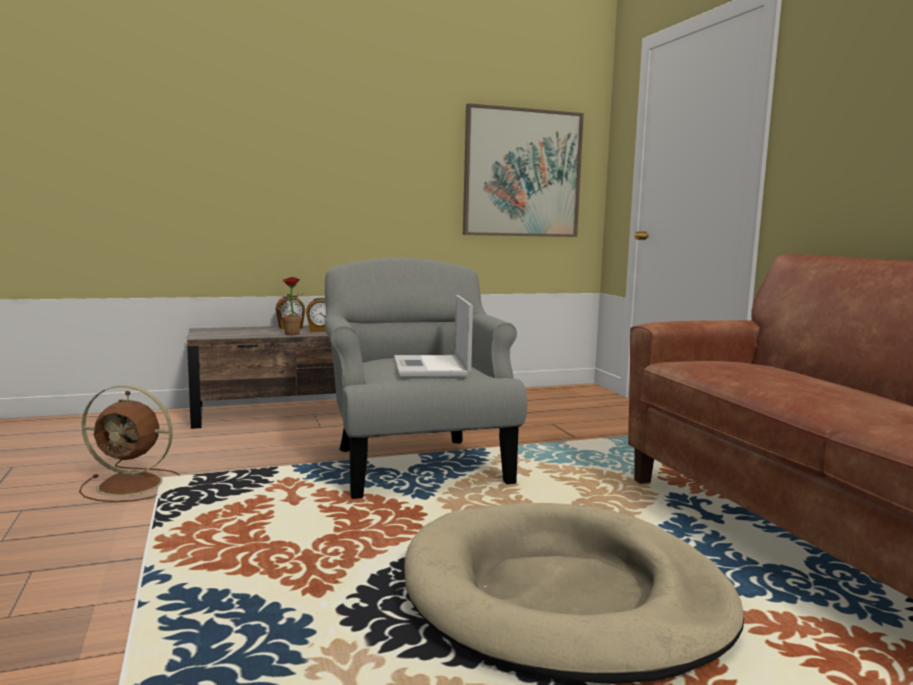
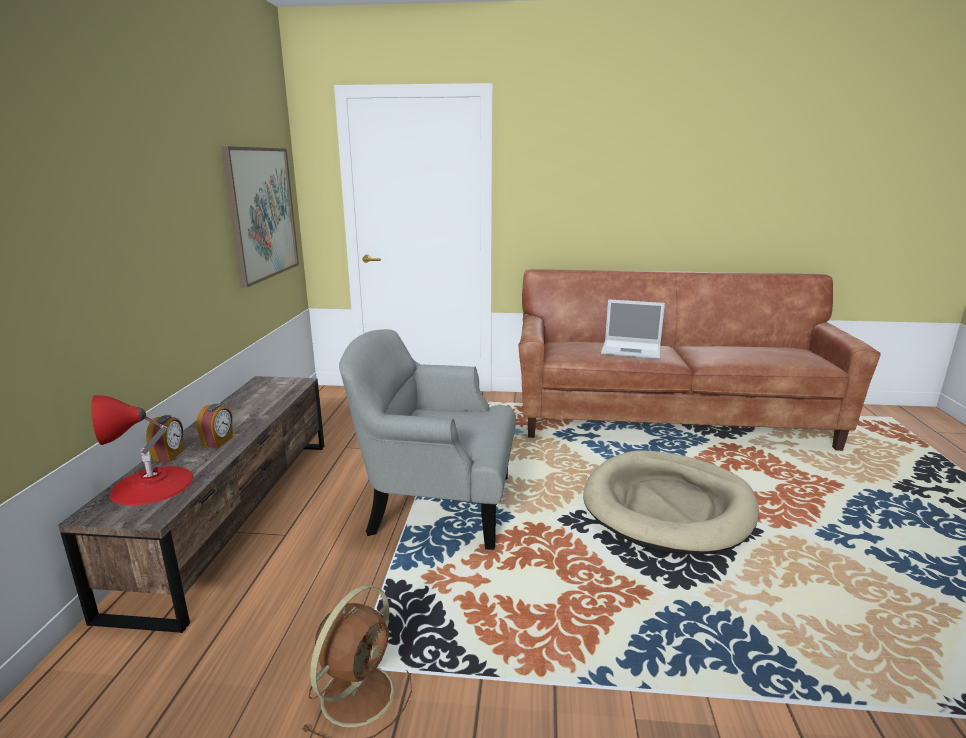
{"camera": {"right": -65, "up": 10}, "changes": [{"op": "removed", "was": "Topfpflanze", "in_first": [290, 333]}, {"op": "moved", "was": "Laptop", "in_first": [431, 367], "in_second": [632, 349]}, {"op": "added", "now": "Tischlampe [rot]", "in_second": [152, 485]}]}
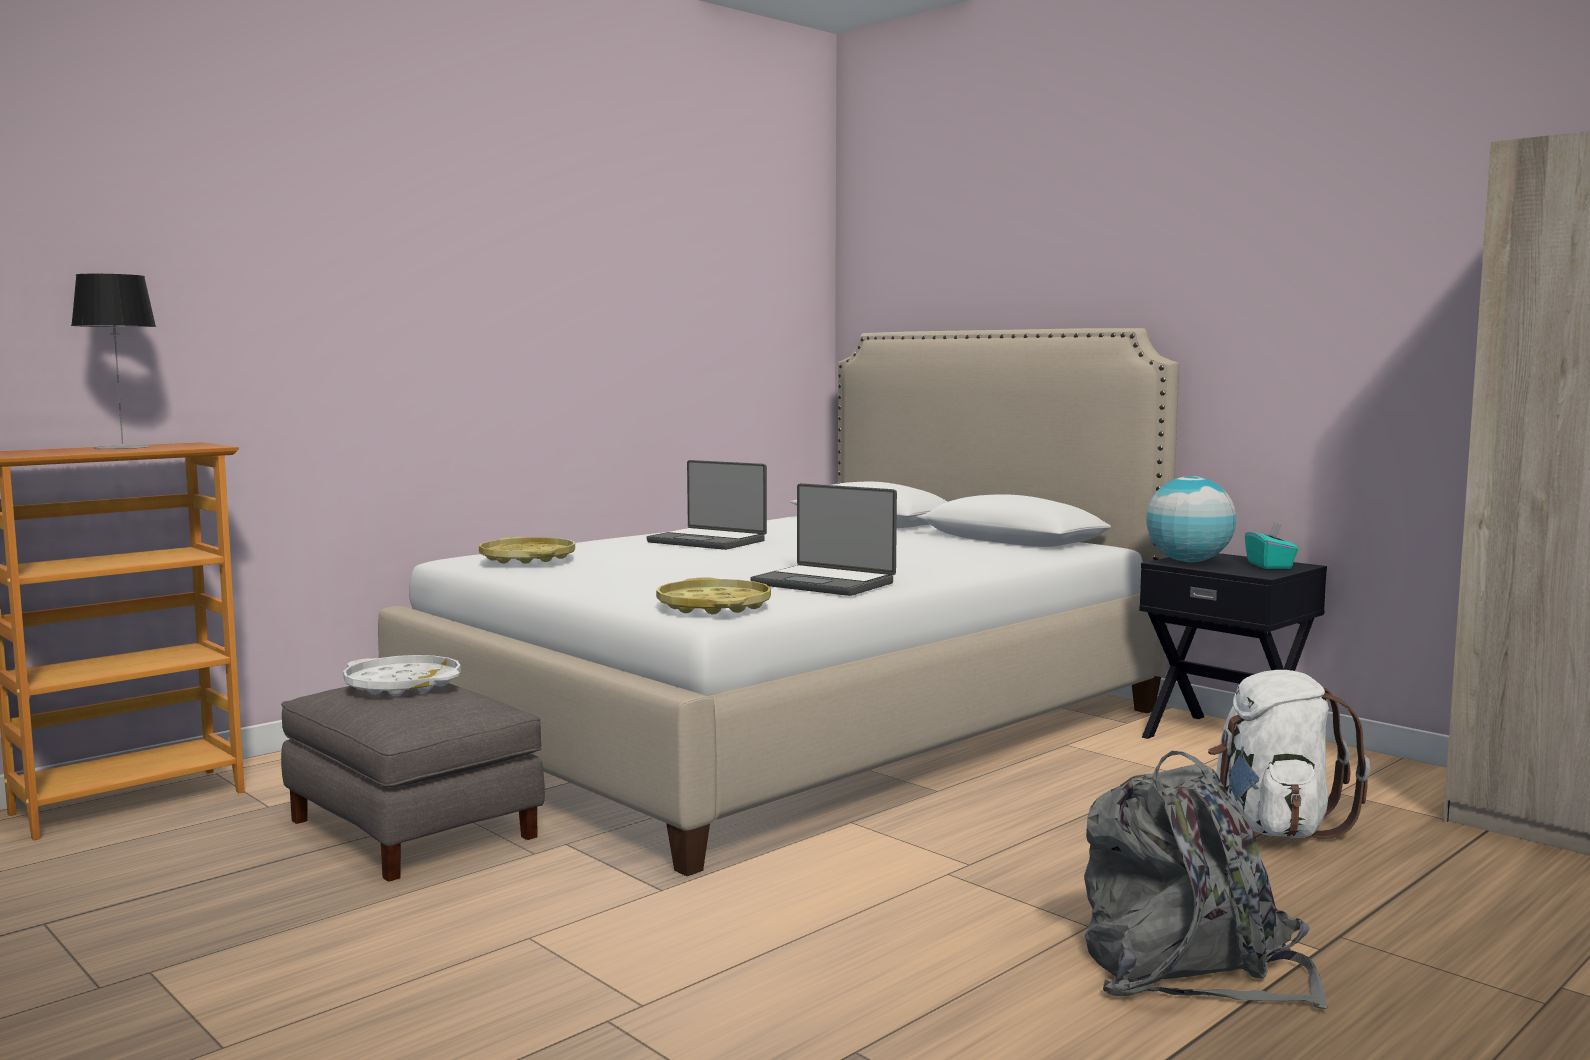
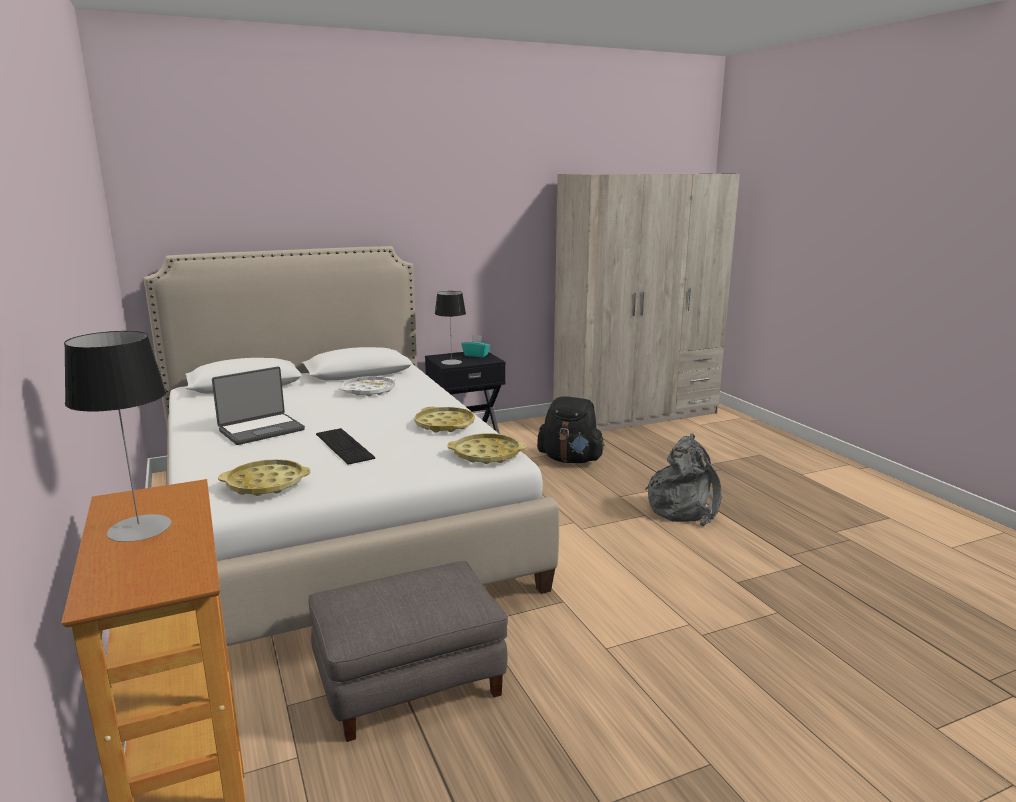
{"camera": {"right": -70, "up": 10}, "changes": [{"op": "moved", "was": "Tablett [weiß]", "in_first": [403, 685], "in_second": [368, 391]}, {"op": "replaced", "was": "Laptop", "now": "Tablett [gelb]", "in_first": [825, 583], "in_second": [444, 425]}, {"op": "replaced", "was": "Globus", "now": "Tischlampe", "in_first": [1189, 561], "in_second": [451, 362]}, {"op": "recoloured", "was": "Rucksack [weiß]", "now": "Rucksack [schwarz]", "in_first": [1274, 827], "in_second": [570, 460]}, {"op": "added", "now": "Tastatur", "in_second": [344, 446]}]}
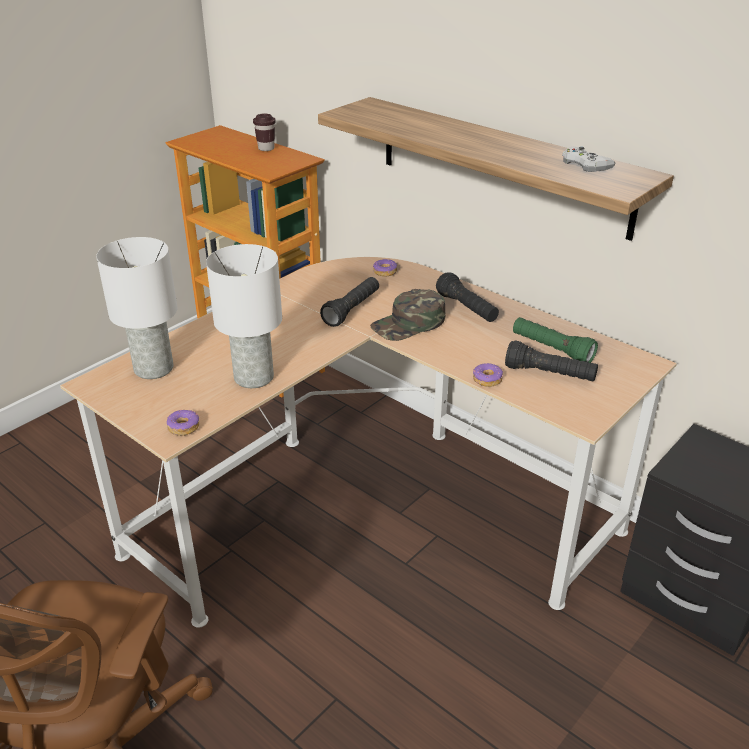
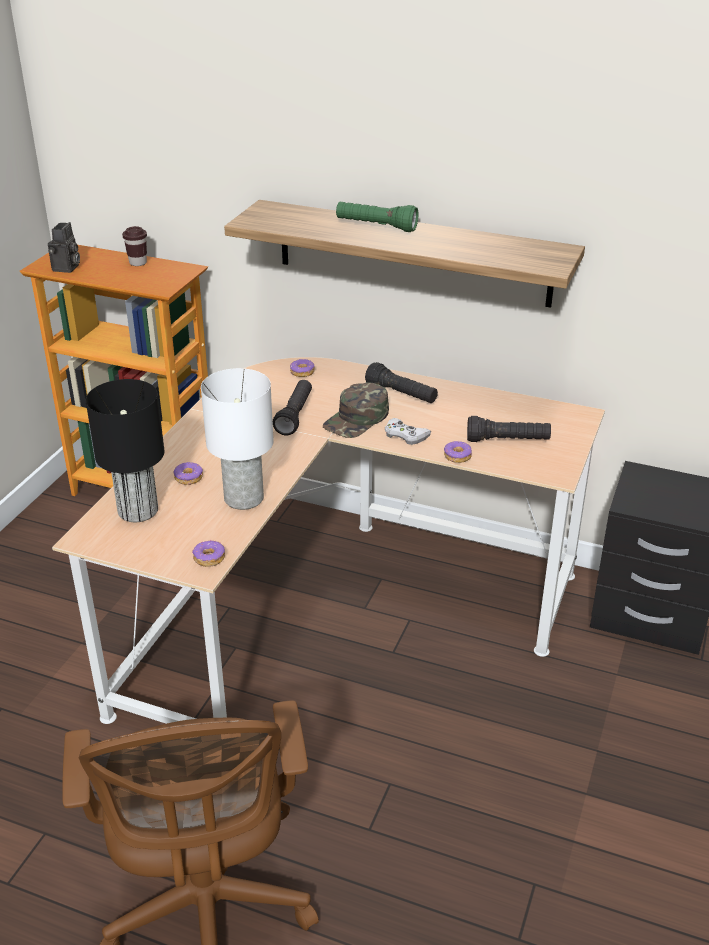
{"camera": {"right": -20, "up": 0}, "changes": [{"op": "recoloured", "was": "Tischlampe [weiß]", "now": "Tischlampe [schwarz]", "in_first": [152, 368], "in_second": [137, 511]}, {"op": "moved", "was": "Taschenlampe [grün]", "in_first": [551, 350], "in_second": [376, 226]}, {"op": "moved", "was": "Gamepad [weiß]", "in_first": [585, 164], "in_second": [405, 435]}, {"op": "added", "now": "Kamera", "in_second": [66, 268]}, {"op": "added", "now": "Donut", "in_second": [189, 478]}]}
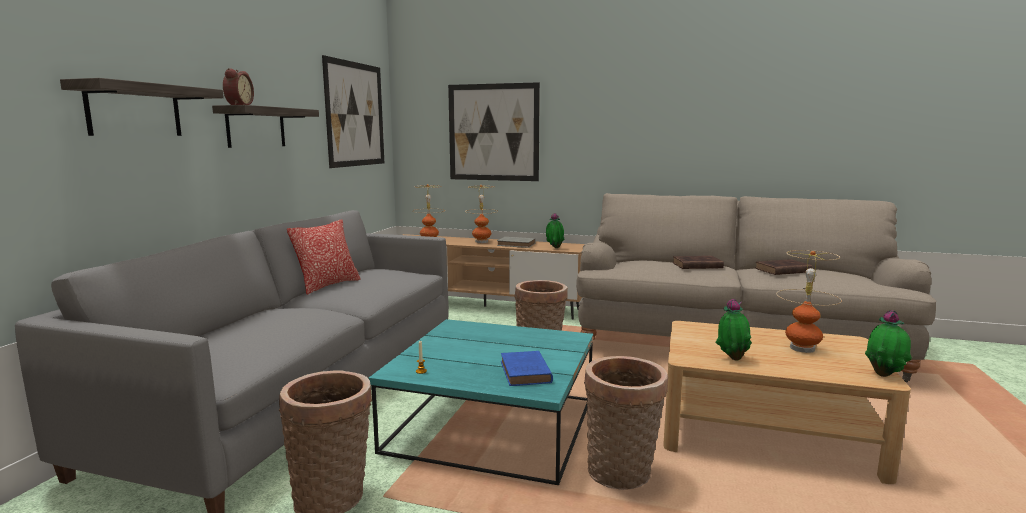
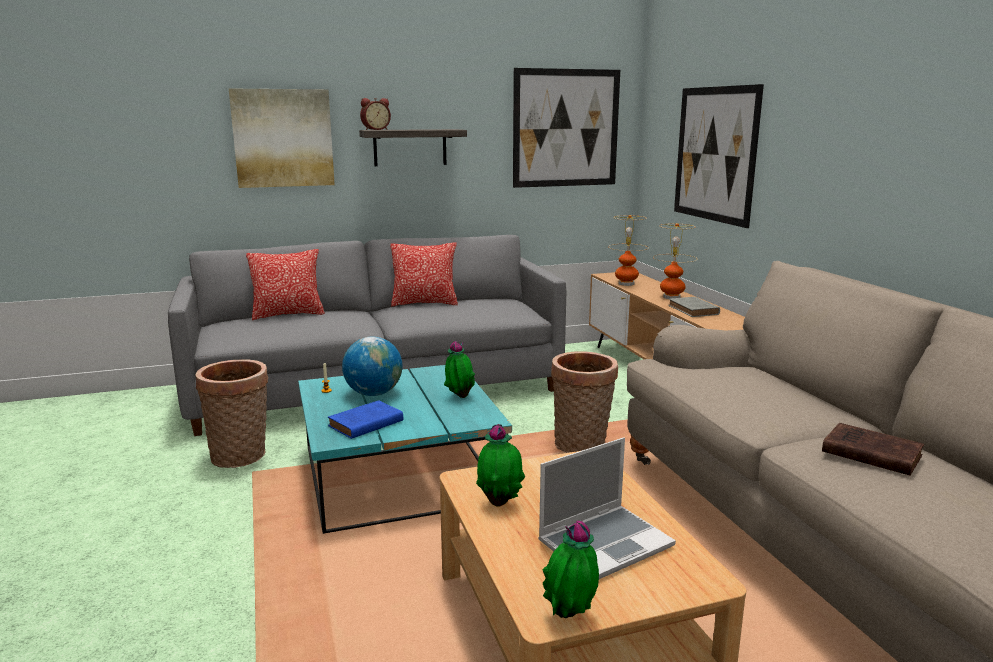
{"camera": {"right": 55, "up": 5}, "changes": [{"op": "replaced", "was": "Wandregal", "now": "Bild", "in_first": [134, 110], "in_second": [283, 138]}, {"op": "moved", "was": "Topfpflanze", "in_first": [554, 248], "in_second": [459, 396]}, {"op": "removed", "was": "Korb", "in_first": [621, 474]}, {"op": "removed", "was": "Buch [braun]", "in_first": [696, 265]}, {"op": "replaced", "was": "Tischlampe", "now": "Laptop", "in_first": [801, 348], "in_second": [605, 543]}, {"op": "added", "now": "Kissen", "in_second": [288, 314]}, {"op": "added", "now": "Globus", "in_second": [374, 393]}]}
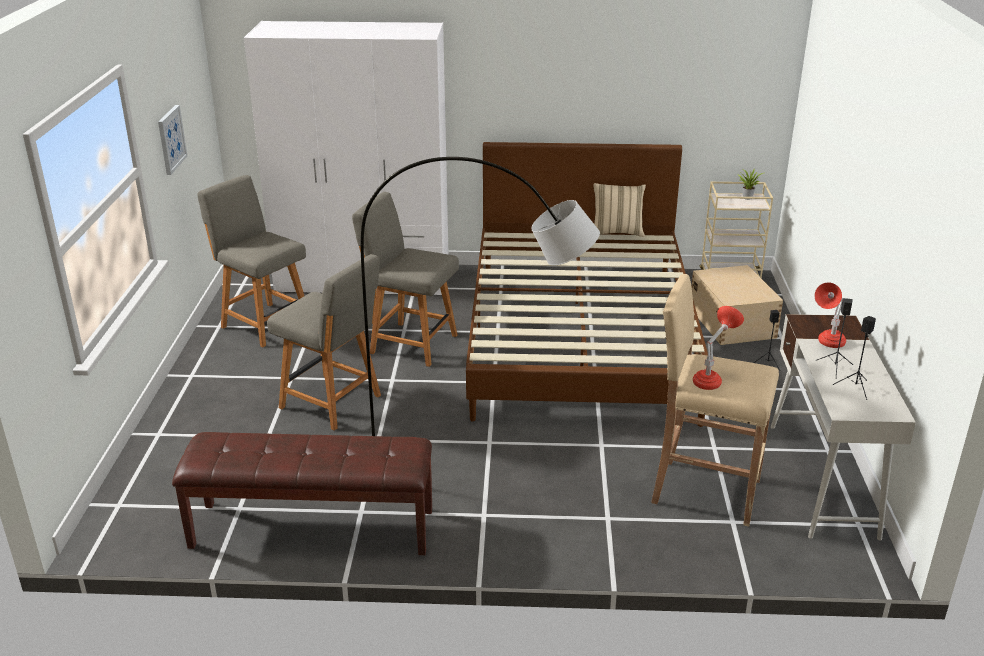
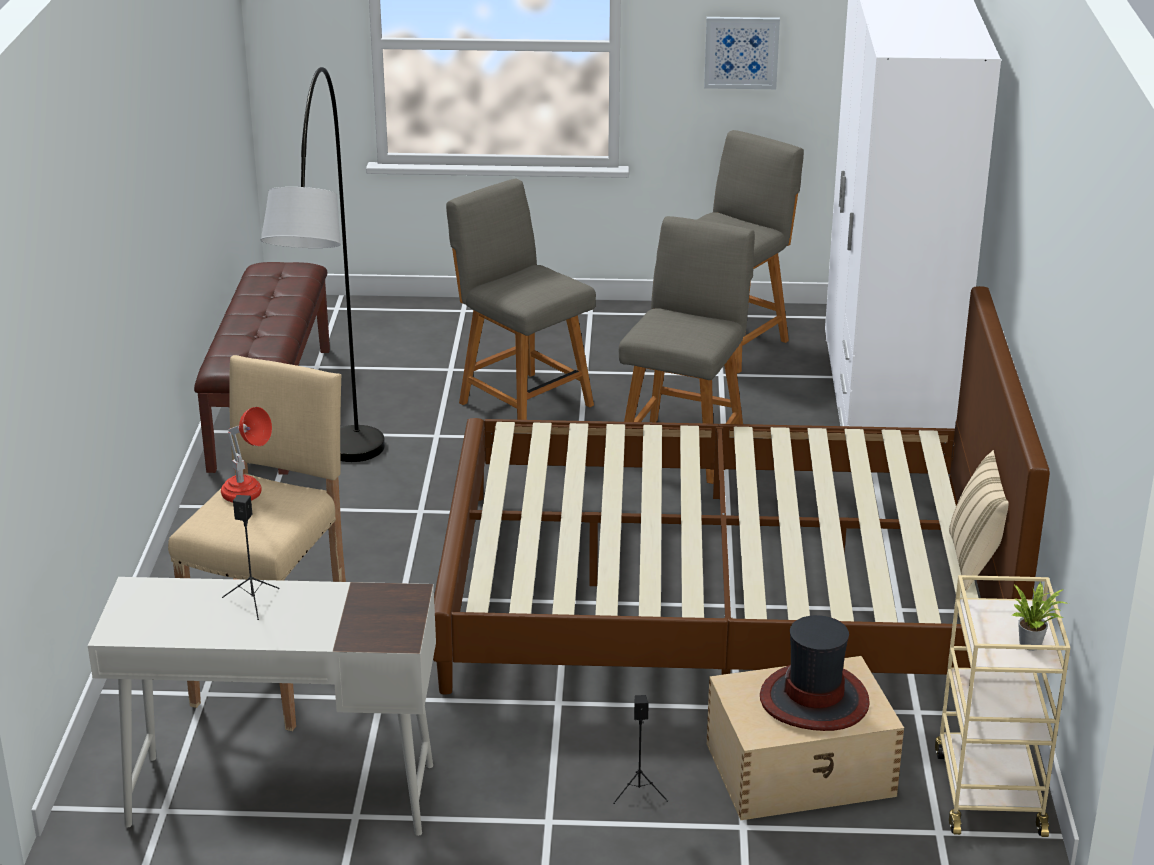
{"camera": {"right": 90, "up": 0}, "changes": [{"op": "turned", "was": "Stuhl [grau]", "in_first": [333, 403], "in_second": [523, 402], "clockwise": 105}, {"op": "removed", "was": "Tischlampe [rot]", "in_first": [827, 344]}, {"op": "removed", "was": "Lautsprecher [schwarz]", "in_first": [855, 388]}, {"op": "added", "now": "Hut", "in_second": [814, 700]}]}
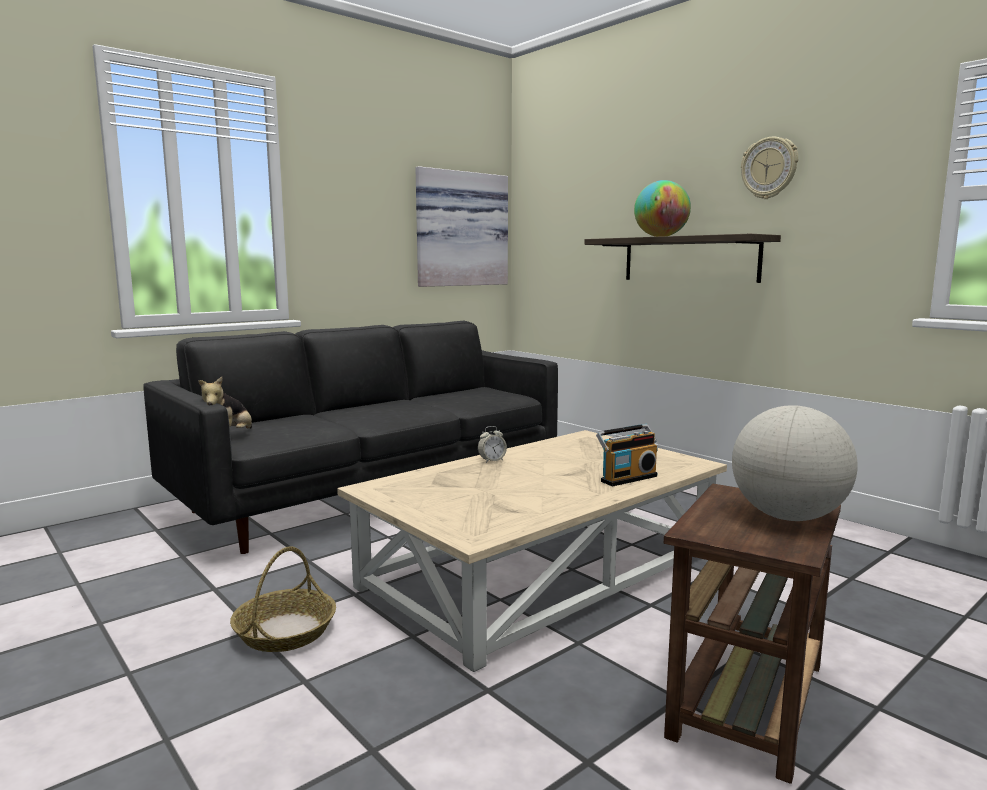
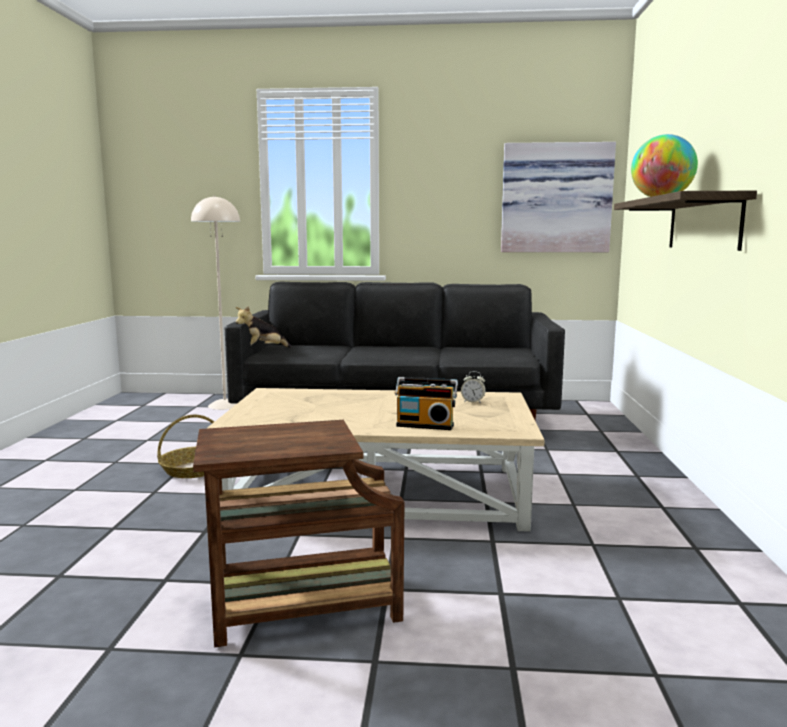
{"camera": {"right": 45, "up": 0}, "changes": [{"op": "moved", "was": "Wecker", "in_first": [492, 460], "in_second": [473, 402]}, {"op": "removed", "was": "Globus", "in_first": [787, 517]}, {"op": "removed", "was": "Wanduhr", "in_first": [769, 168]}, {"op": "added", "now": "Stehlampe [beige]", "in_second": [225, 405]}]}
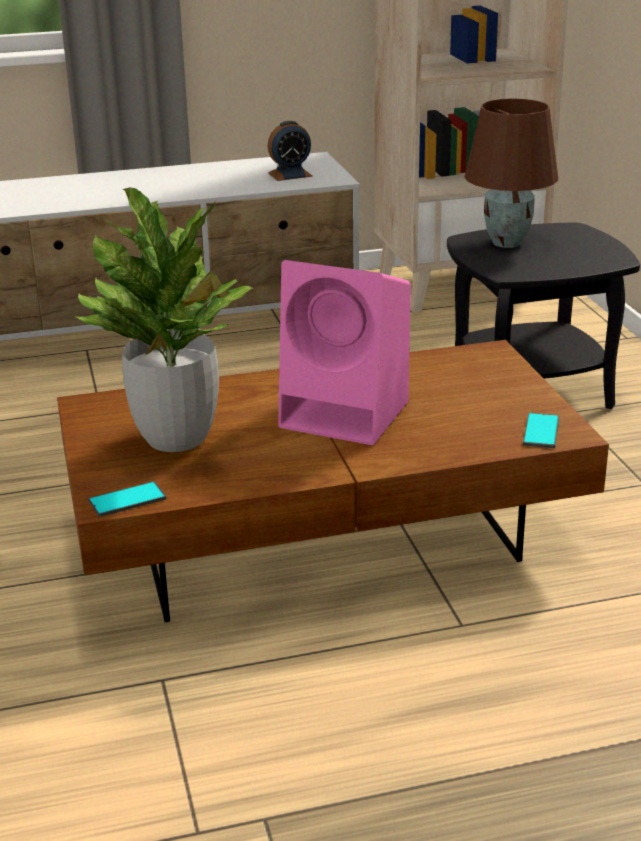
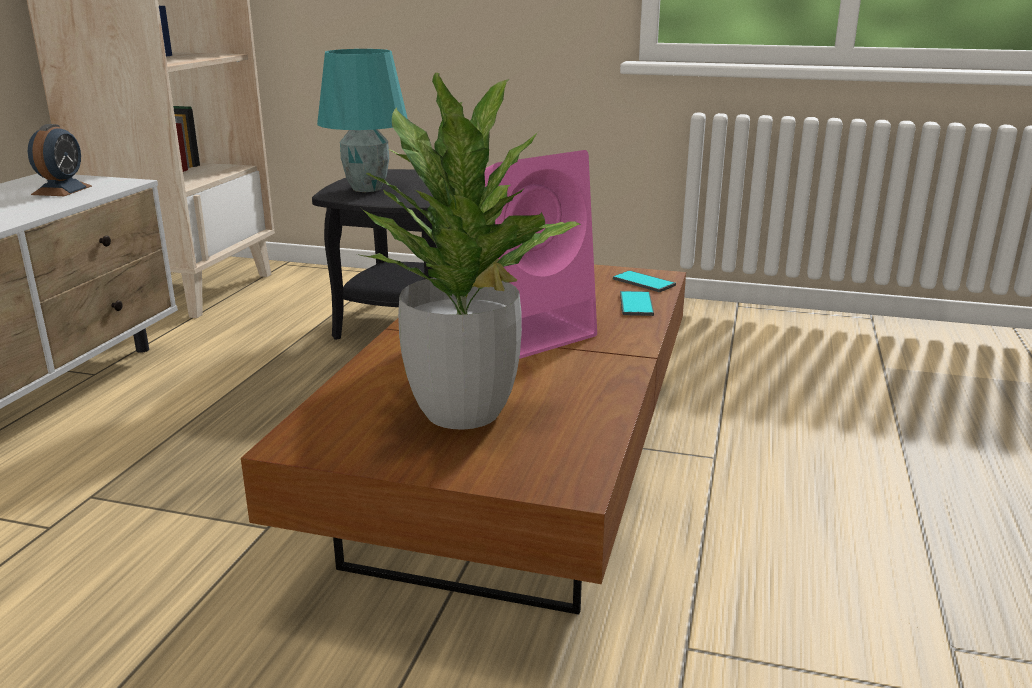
{"camera": {"right": -60, "up": -5}, "changes": [{"op": "moved", "was": "Handy", "in_first": [127, 500], "in_second": [636, 304]}, {"op": "recoloured", "was": "Tischlampe [braun]", "now": "Tischlampe [türkis]", "in_first": [507, 243], "in_second": [368, 189]}]}
